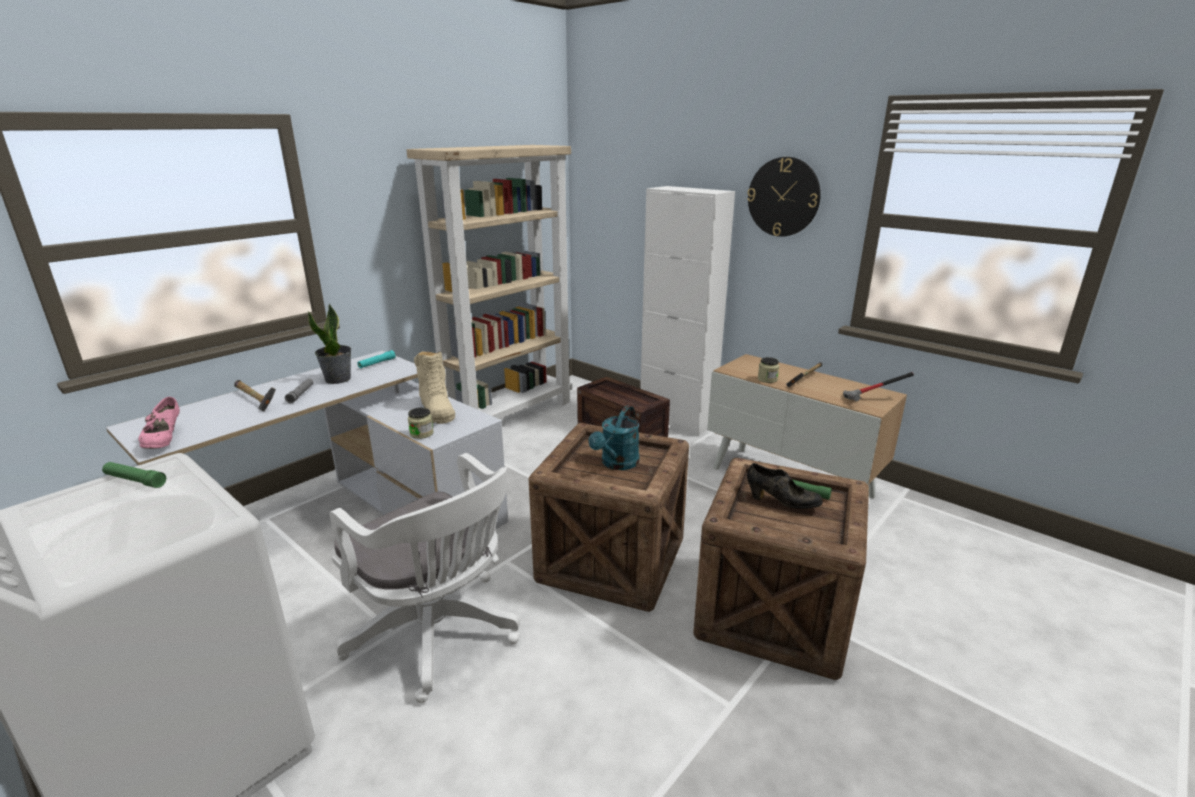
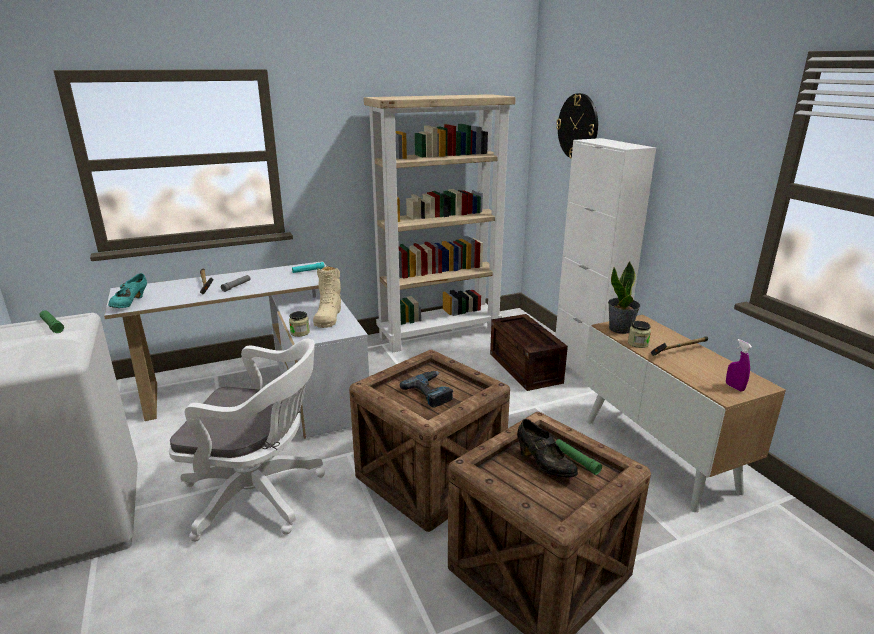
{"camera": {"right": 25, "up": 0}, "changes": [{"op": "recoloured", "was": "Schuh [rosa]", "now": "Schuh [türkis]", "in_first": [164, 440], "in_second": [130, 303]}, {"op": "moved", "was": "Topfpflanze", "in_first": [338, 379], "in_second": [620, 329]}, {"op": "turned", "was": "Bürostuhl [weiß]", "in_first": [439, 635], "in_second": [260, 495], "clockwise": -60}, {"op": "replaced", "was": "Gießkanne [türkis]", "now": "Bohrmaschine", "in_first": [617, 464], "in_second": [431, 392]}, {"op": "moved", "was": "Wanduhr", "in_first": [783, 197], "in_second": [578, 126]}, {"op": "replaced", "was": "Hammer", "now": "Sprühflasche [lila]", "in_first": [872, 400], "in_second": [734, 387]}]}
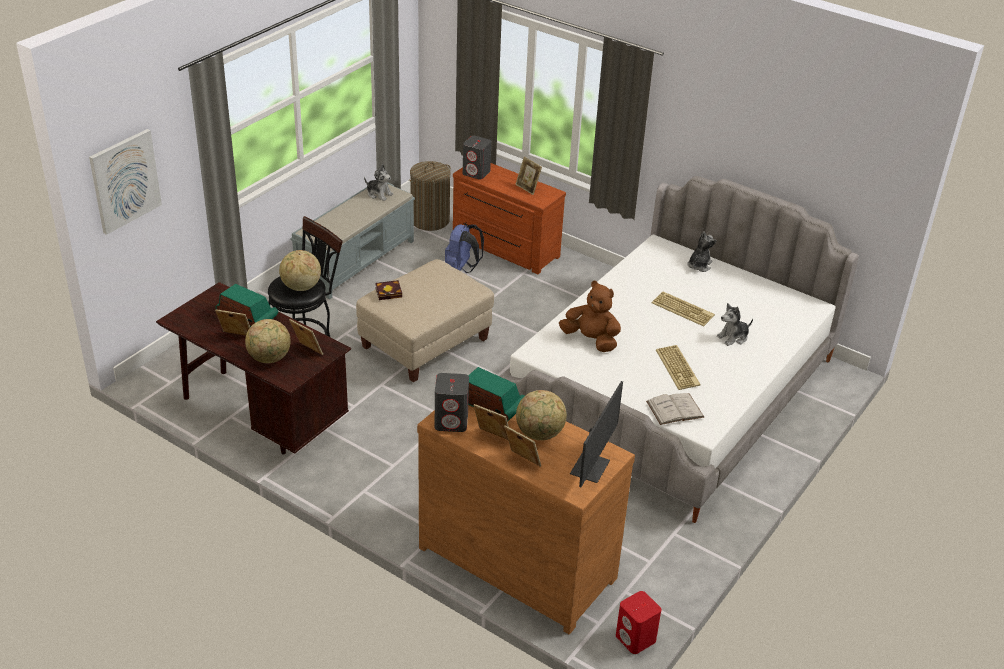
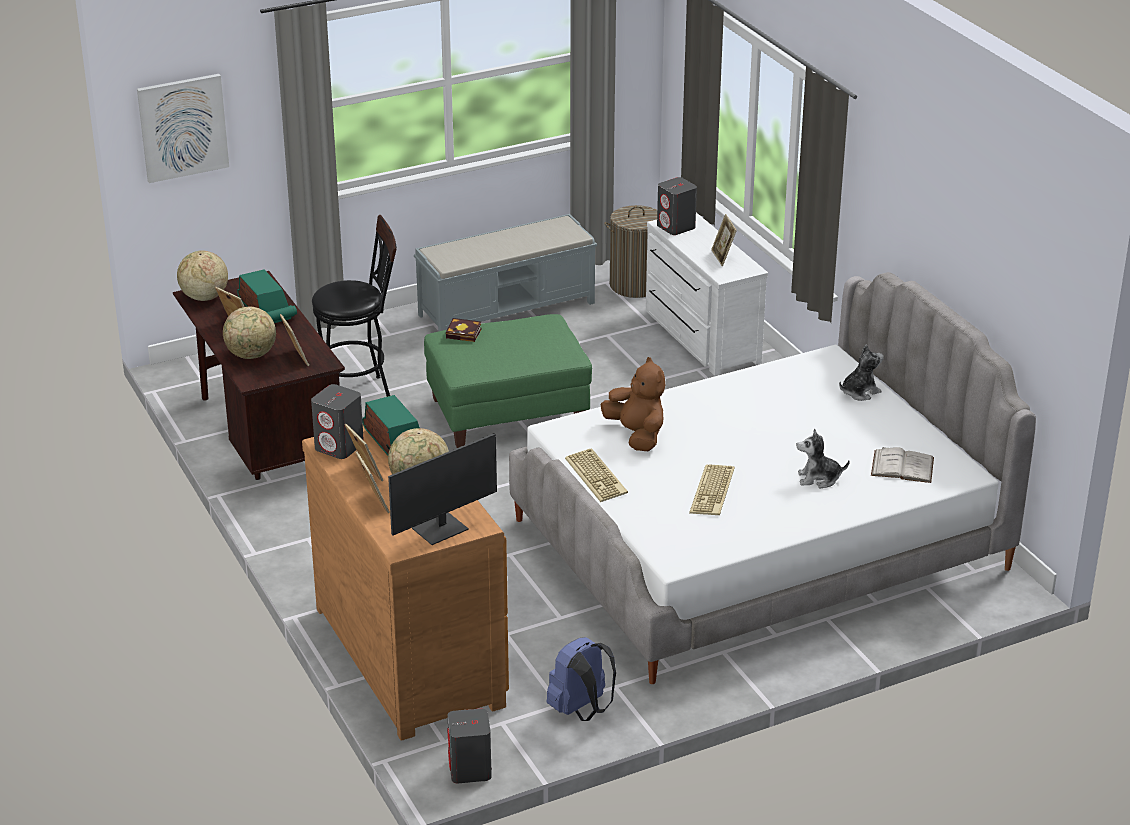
{"camera": {"right": 30, "up": -5}, "changes": [{"op": "moved", "was": "Globus", "in_first": [301, 287], "in_second": [204, 297]}, {"op": "recoloured", "was": "Polsterhocker [beige]", "now": "Polsterhocker [grün]", "in_first": [425, 344], "in_second": [508, 414]}, {"op": "removed", "was": "Plüschtier", "in_first": [379, 194]}, {"op": "moved", "was": "Rucksack [blau]", "in_first": [462, 268], "in_second": [581, 710]}, {"op": "recoloured", "was": "Kommode [braun]", "now": "Kommode [weiß]", "in_first": [504, 248], "in_second": [699, 337]}, {"op": "recoloured", "was": "Lautsprecher [rot]", "now": "Lautsprecher [grau]", "in_first": [636, 638], "in_second": [470, 770]}, {"op": "moved", "was": "Buch [weiß]", "in_first": [675, 409], "in_second": [902, 466]}, {"op": "moved", "was": "Tastatur", "in_first": [683, 309], "in_second": [597, 476]}]}
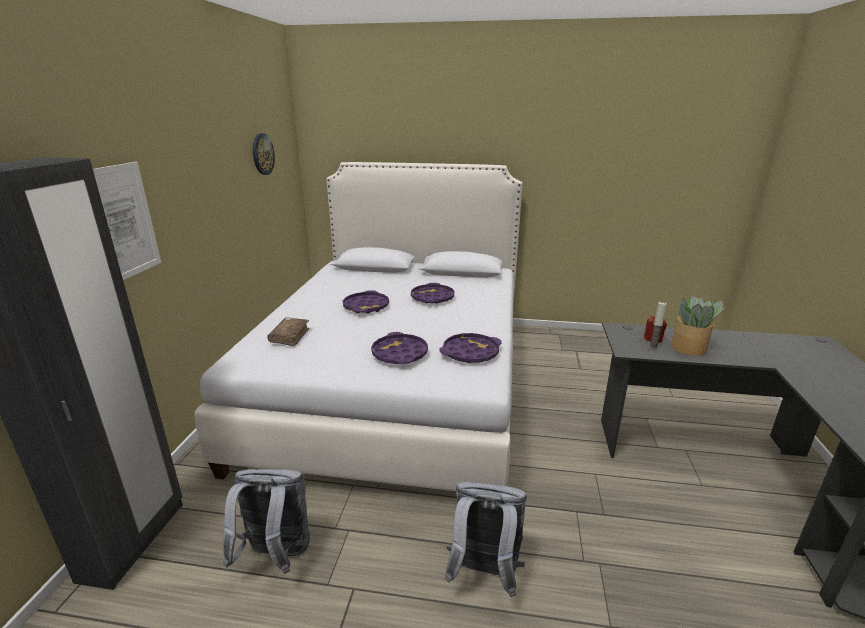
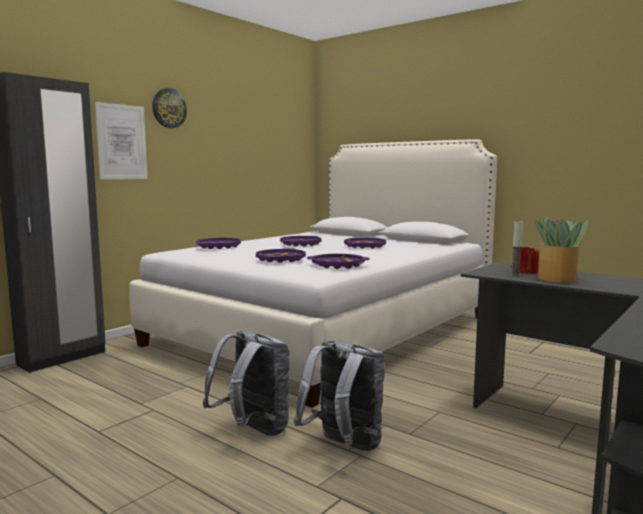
{"camera": {"right": 30, "up": -15}, "changes": [{"op": "moved", "was": "Rucksack [grau]", "in_first": [276, 555], "in_second": [344, 446]}, {"op": "moved", "was": "Wanduhr", "in_first": [262, 154], "in_second": [169, 108]}, {"op": "replaced", "was": "Buch [braun]", "now": "Tablett [lila]", "in_first": [289, 336], "in_second": [219, 247]}]}
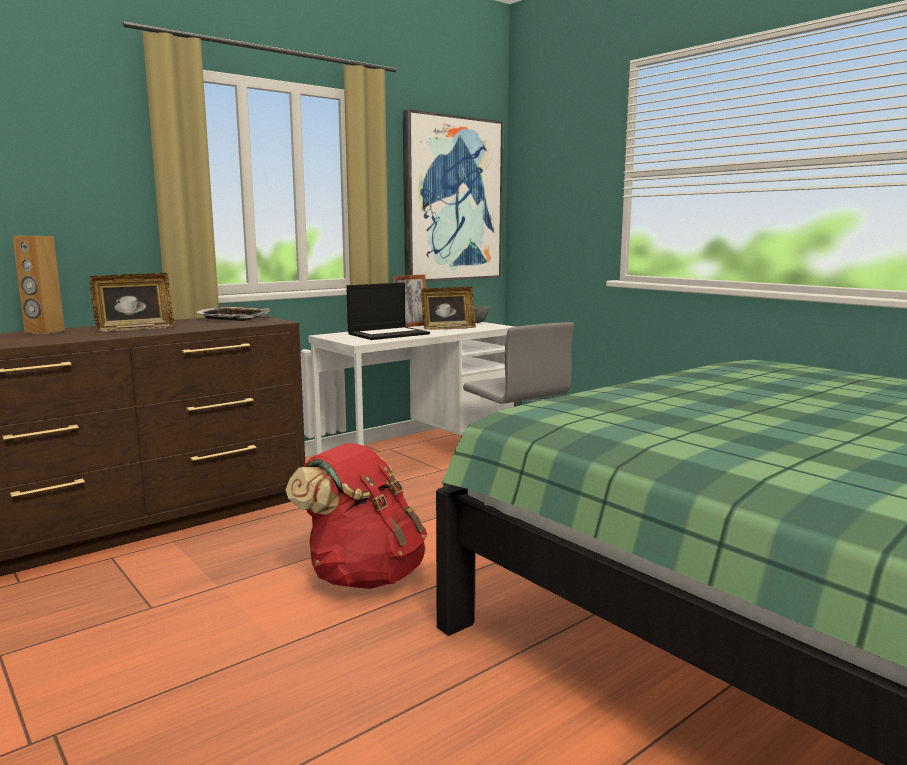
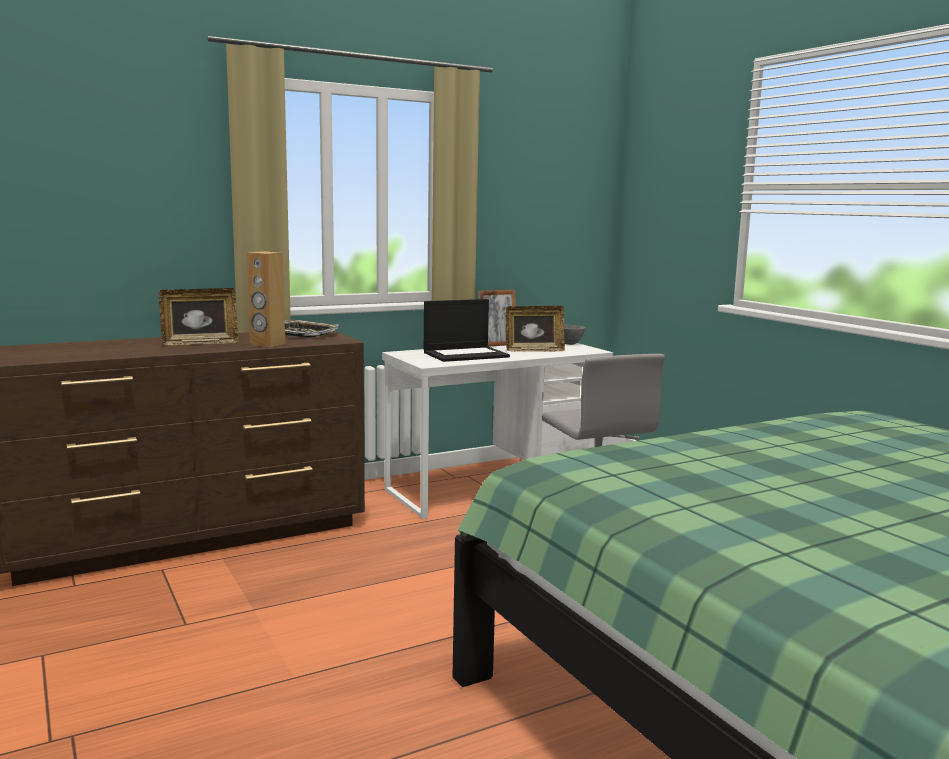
{"camera": {"right": 10, "up": 0}, "changes": [{"op": "moved", "was": "Lautsprecher [braun]", "in_first": [44, 332], "in_second": [267, 344]}, {"op": "removed", "was": "Rucksack [rot]", "in_first": [363, 576]}, {"op": "removed", "was": "Bild", "in_first": [451, 200]}]}
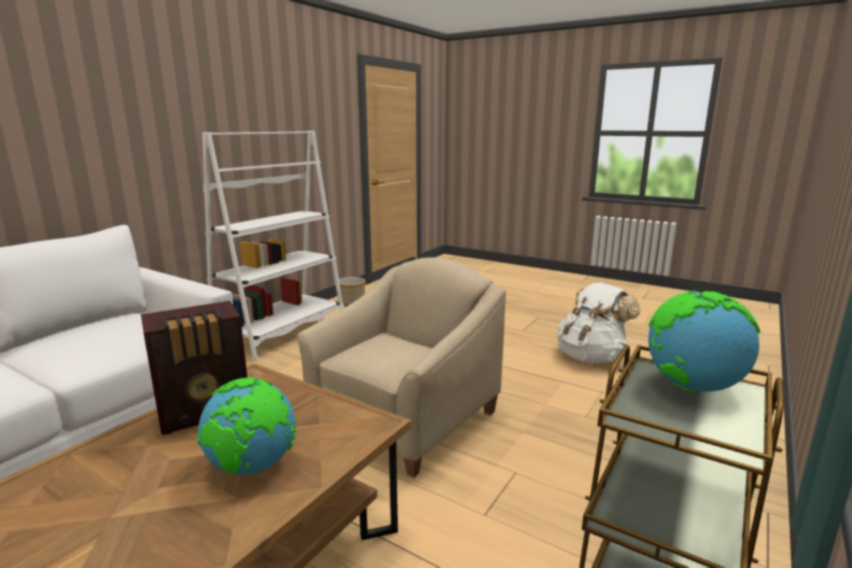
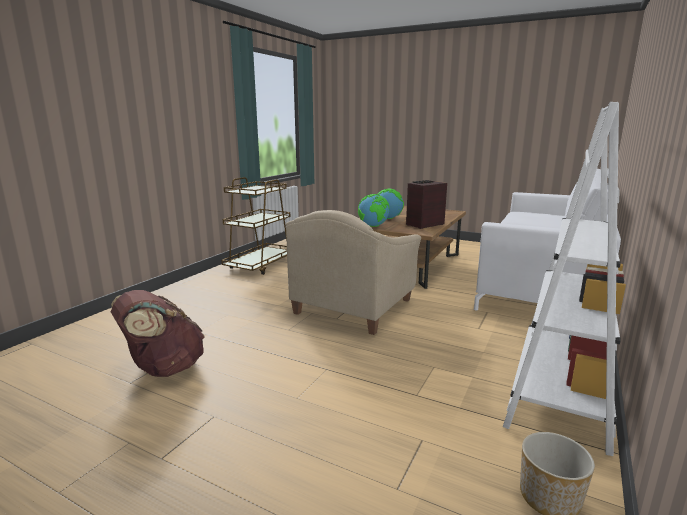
{"camera": {"right": 175, "up": 0}, "changes": [{"op": "recoloured", "was": "Rucksack [weiß]", "now": "Rucksack [braun]", "in_first": [591, 357], "in_second": [163, 368]}, {"op": "moved", "was": "Globus", "in_first": [691, 387], "in_second": [373, 226]}]}
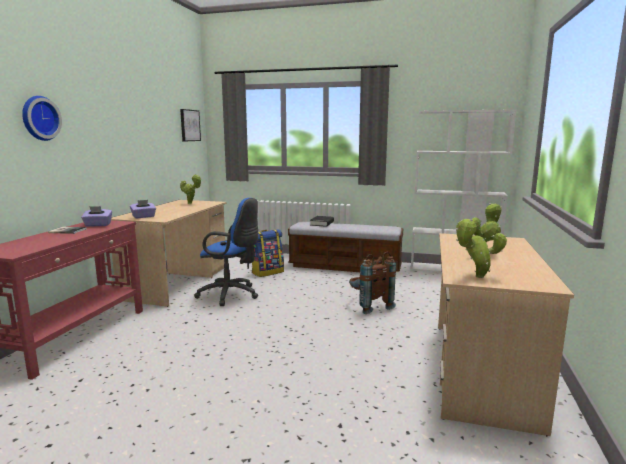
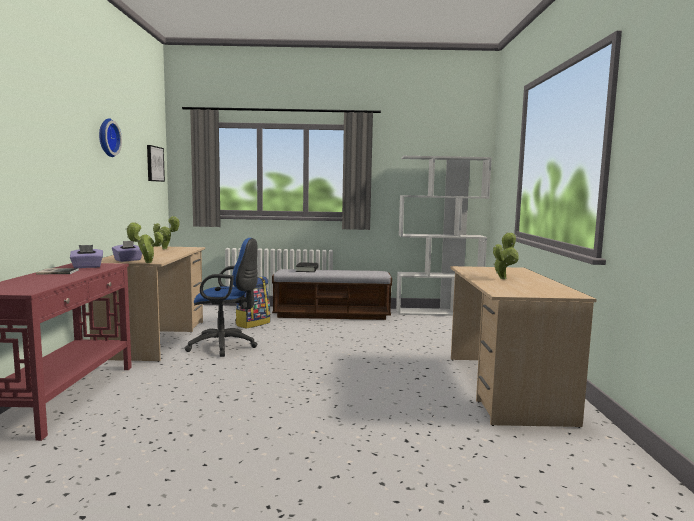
{"camera": {"right": -15, "up": -5}, "changes": [{"op": "moved", "was": "Wanduhr", "in_first": [39, 118], "in_second": [107, 137]}, {"op": "removed", "was": "Rucksack [braun]", "in_first": [369, 306]}, {"op": "moved", "was": "Topfpflanze", "in_first": [476, 277], "in_second": [146, 262]}]}
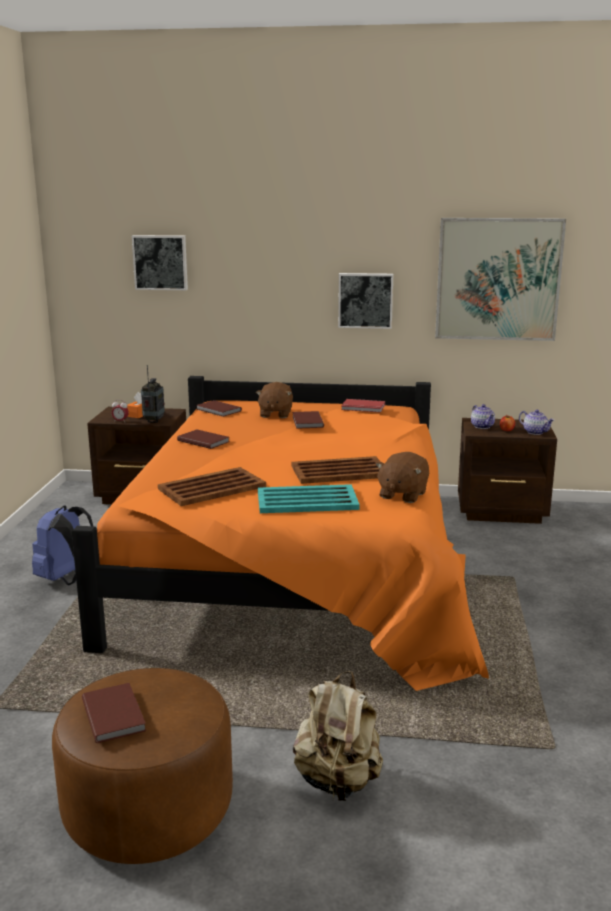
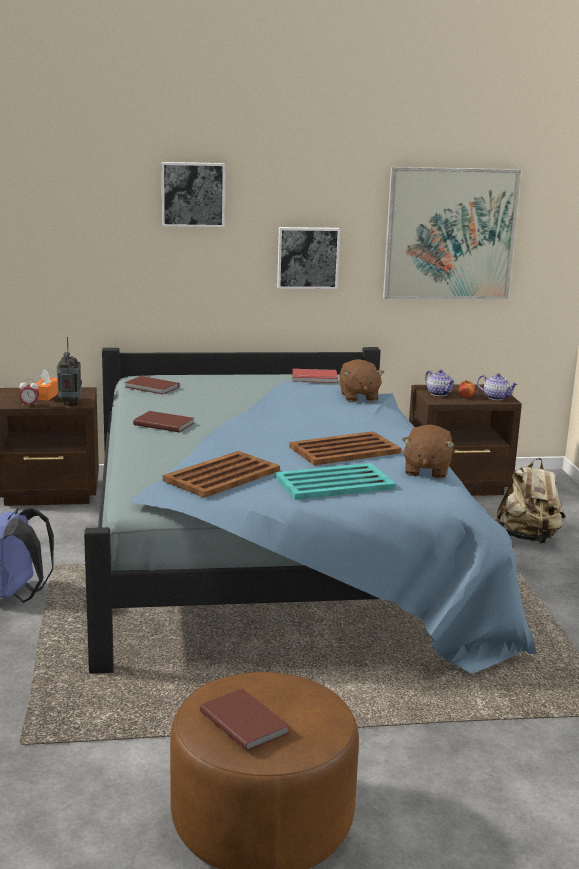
{"camera": {"right": -15, "up": 0}, "changes": [{"op": "recoloured", "was": "Bett [orange]", "now": "Bett [blau]", "in_first": [298, 566], "in_second": [276, 559]}, {"op": "moved", "was": "Bild", "in_first": [160, 262], "in_second": [193, 194]}, {"op": "moved", "was": "Plüschtier [braun]", "in_first": [275, 414], "in_second": [358, 397]}, {"op": "removed", "was": "Buch [braun]", "in_first": [306, 422]}, {"op": "moved", "was": "Rucksack [beige]", "in_first": [338, 781], "in_second": [528, 538]}]}
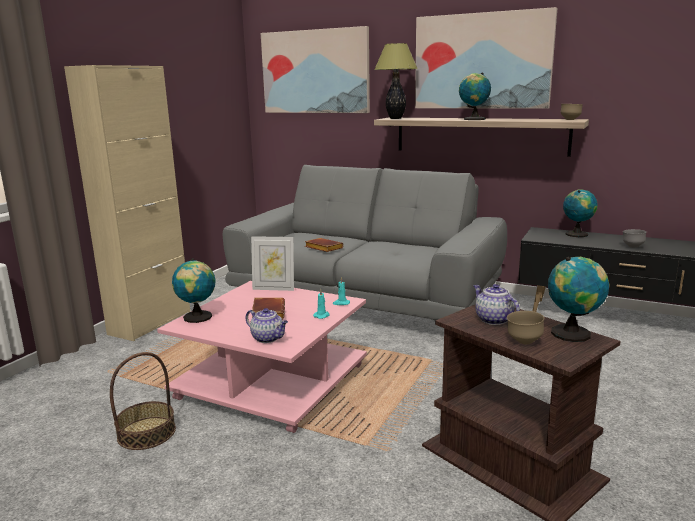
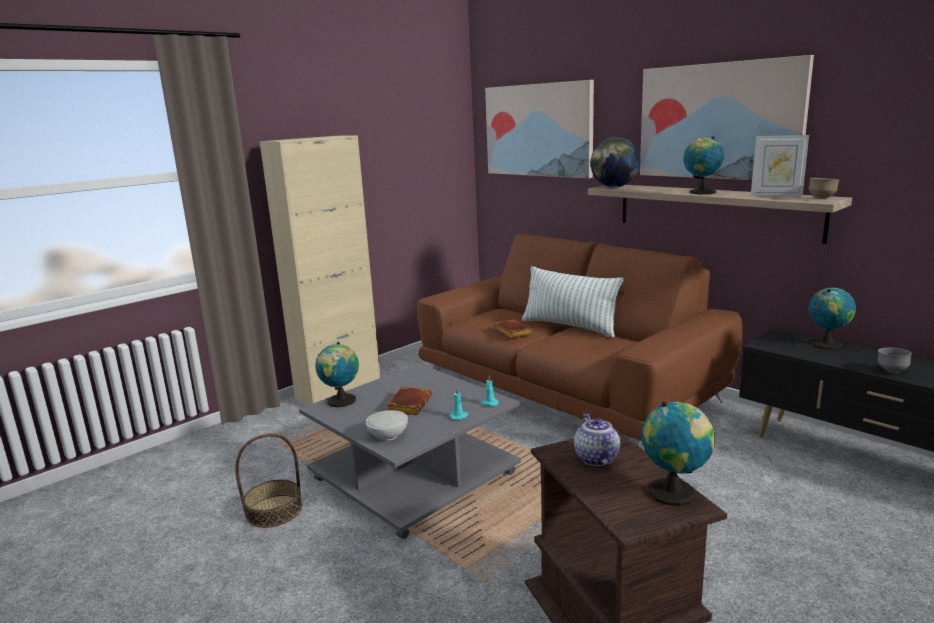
{"camera": {"right": 20, "up": 0}, "changes": [{"op": "recoloured", "was": "Couchtisch [rosa]", "now": "Couchtisch [grau]", "in_first": [274, 381], "in_second": [416, 476]}, {"op": "recoloured", "was": "Sofa [grau]", "now": "Sofa [braun]", "in_first": [366, 298], "in_second": [567, 390]}, {"op": "replaced", "was": "Teekanne", "now": "Schüssel [weiß]", "in_first": [268, 338], "in_second": [389, 436]}, {"op": "moved", "was": "Bilderrahmen", "in_first": [274, 288], "in_second": [776, 195]}, {"op": "replaced", "was": "Tischlampe", "now": "Globus", "in_first": [395, 118], "in_second": [614, 187]}, {"op": "removed", "was": "Schüssel [braun]", "in_first": [523, 342]}, {"op": "added", "now": "Kissen", "in_second": [569, 327]}]}
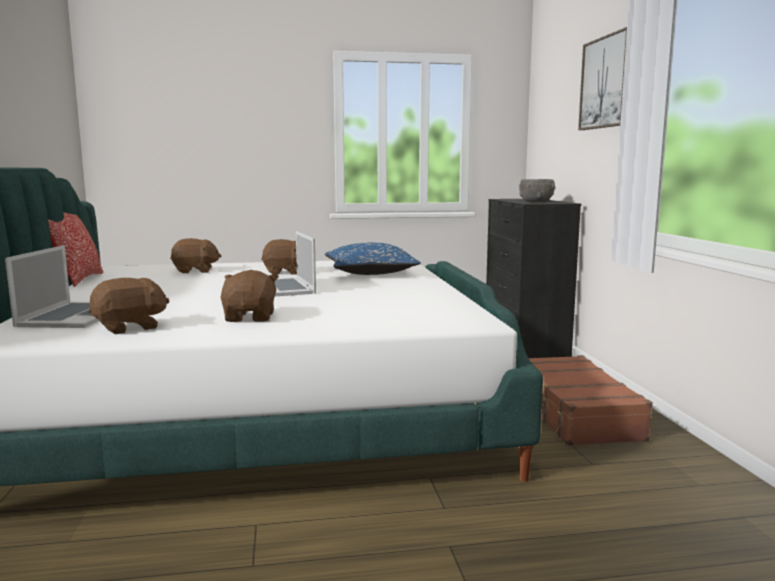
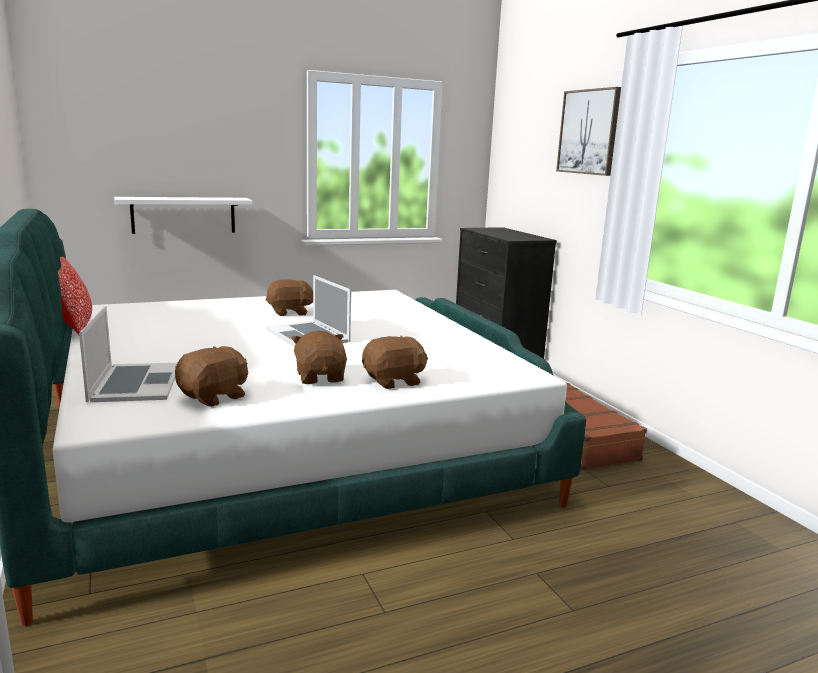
{"camera": {"right": -15, "up": 5}, "changes": [{"op": "moved", "was": "Plüschtier [braun]", "in_first": [195, 271], "in_second": [394, 381]}, {"op": "removed", "was": "Kissen [blau]", "in_first": [370, 273]}, {"op": "removed", "was": "Schüssel [grau]", "in_first": [536, 202]}, {"op": "added", "now": "Wandregal [weiß]", "in_second": [183, 215]}]}
